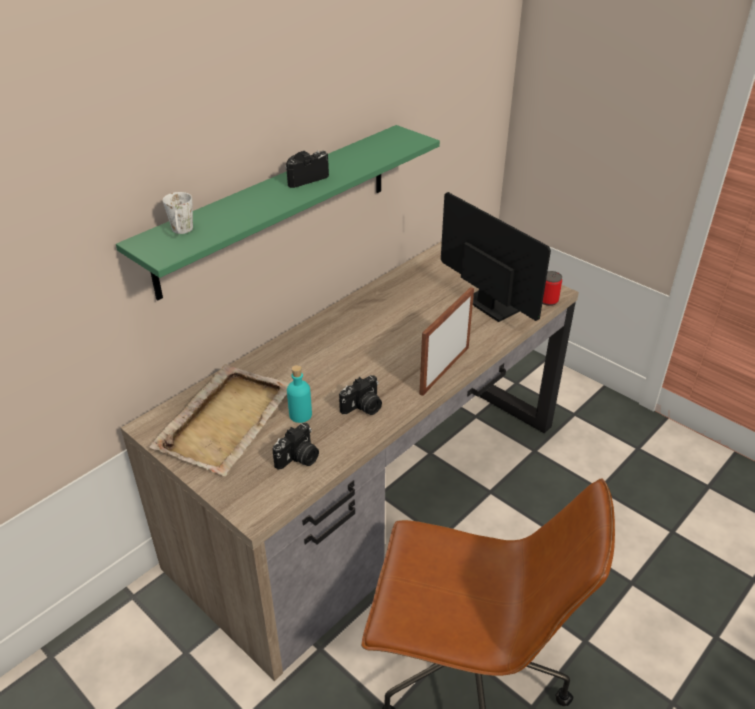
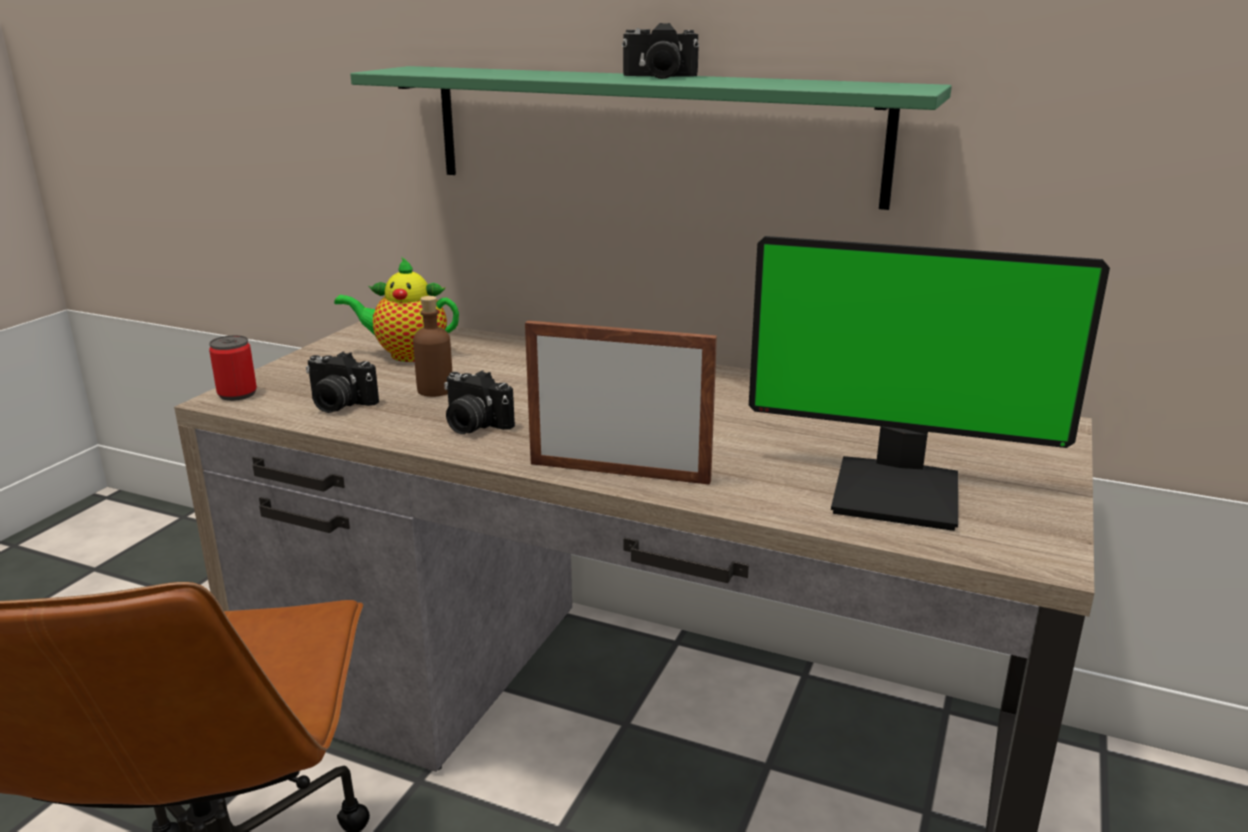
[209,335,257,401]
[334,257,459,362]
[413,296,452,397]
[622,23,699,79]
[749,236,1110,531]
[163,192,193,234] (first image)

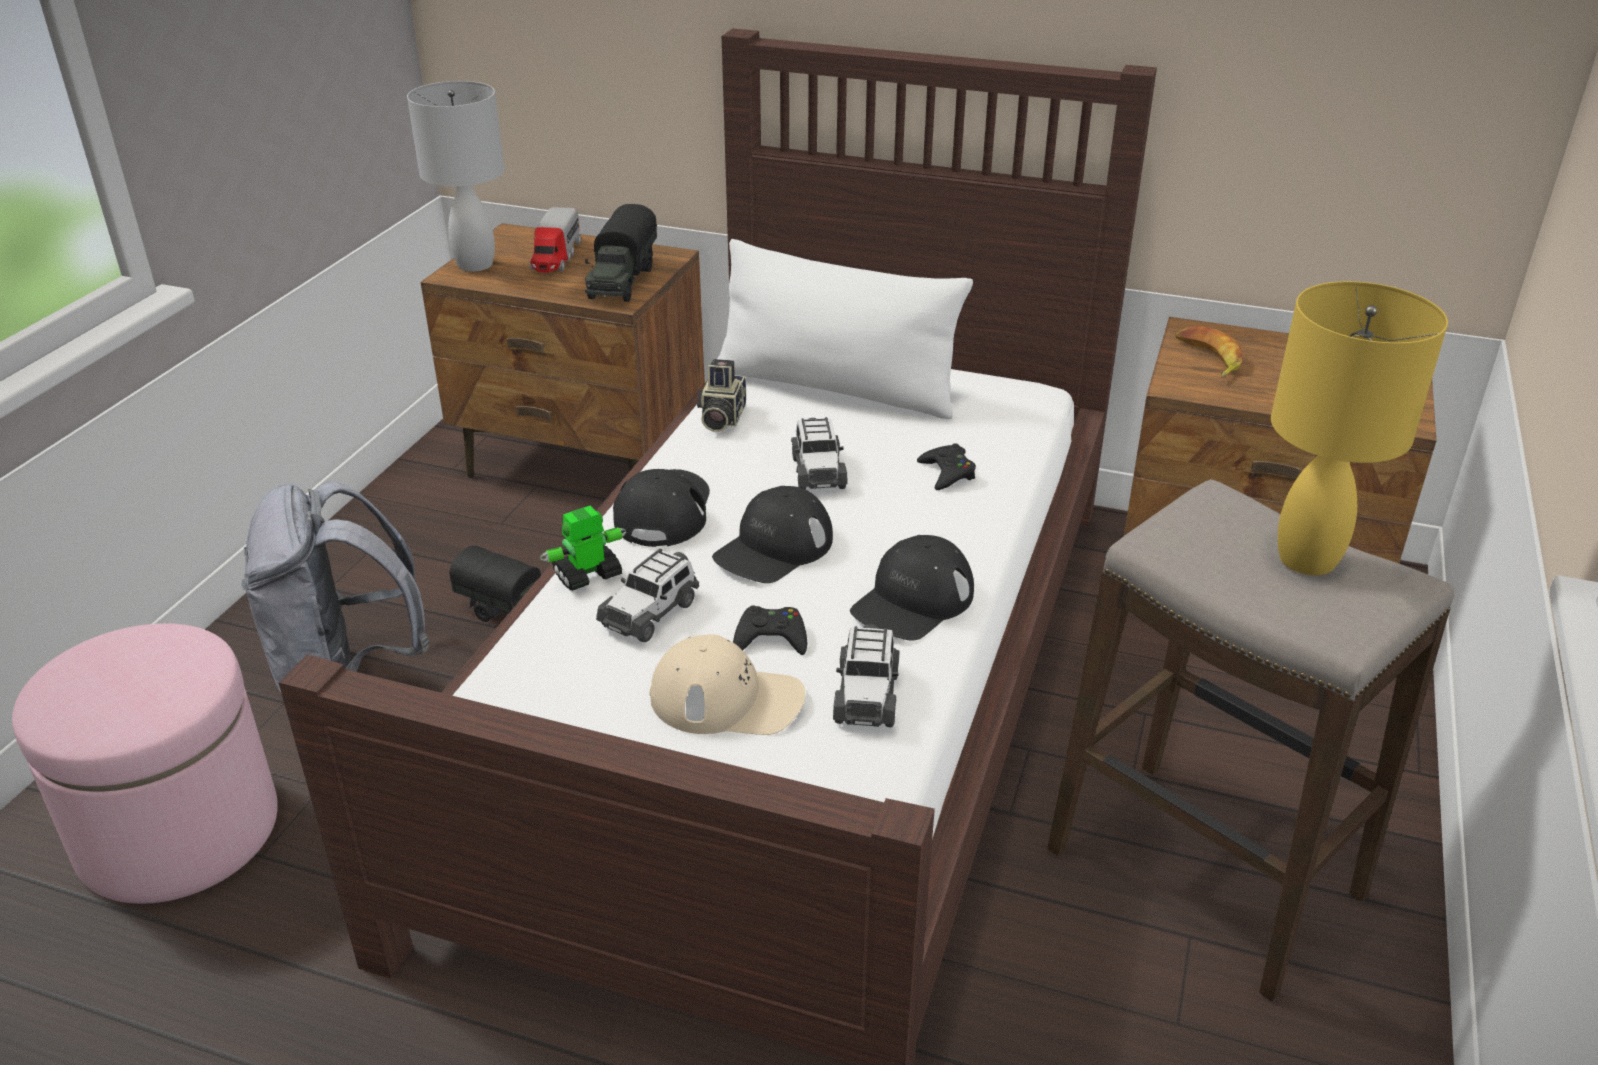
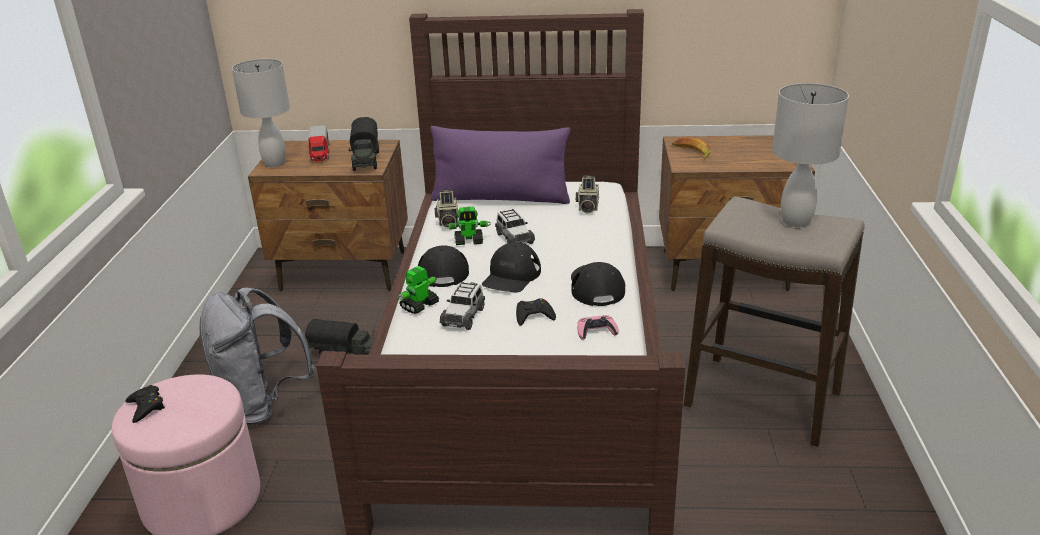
[126,385,165,423]
[430,126,571,204]
[446,207,491,245]
[571,262,625,306]
[576,175,599,214]
[577,315,619,340]
[772,83,849,227]
[650,634,805,735] (first image)

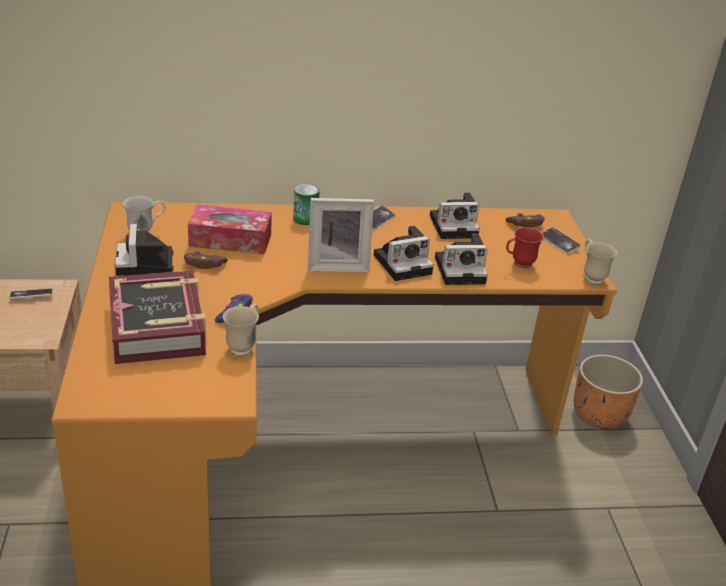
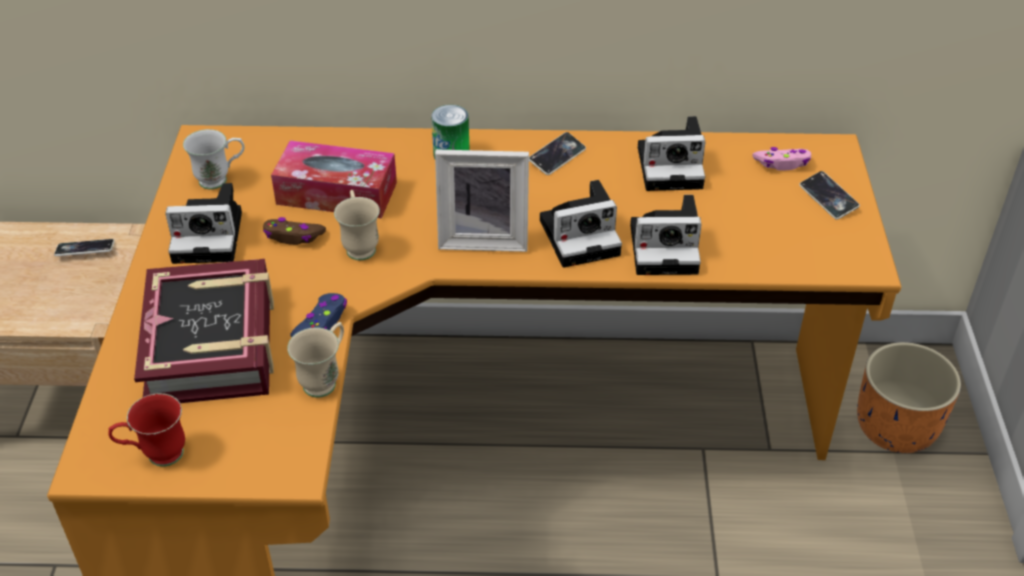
[108,393,185,467]
[165,183,242,264]
[334,190,380,261]
[752,147,811,170]

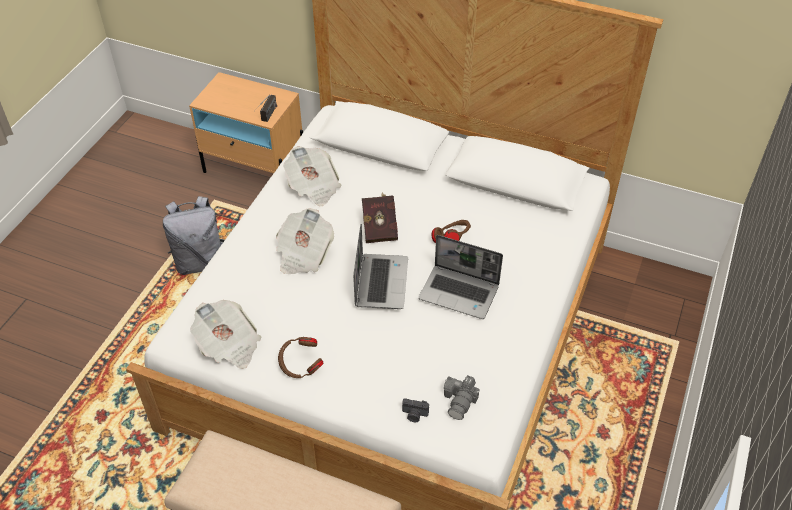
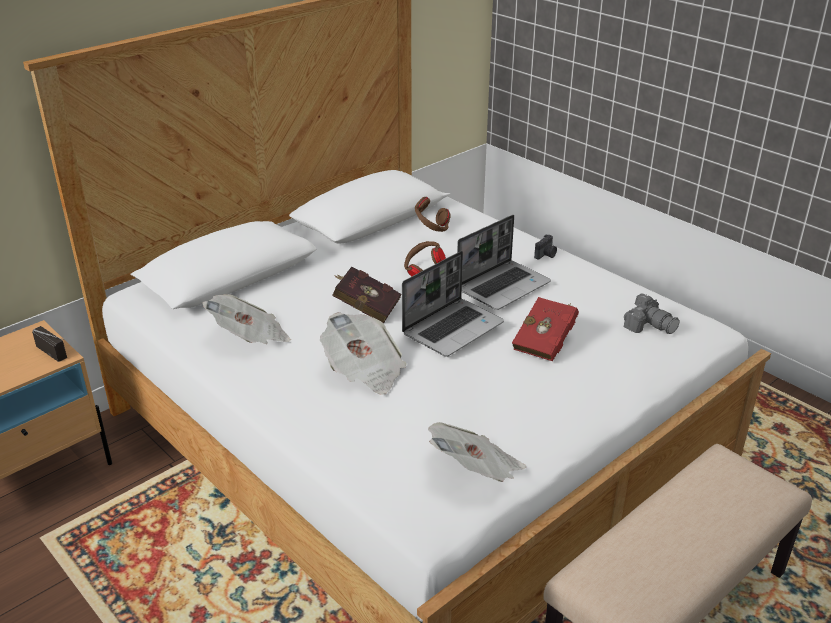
[402,251,504,357]
[415,197,451,232]
[512,297,579,361]
[534,234,557,259]
[163,196,225,275] (first image)

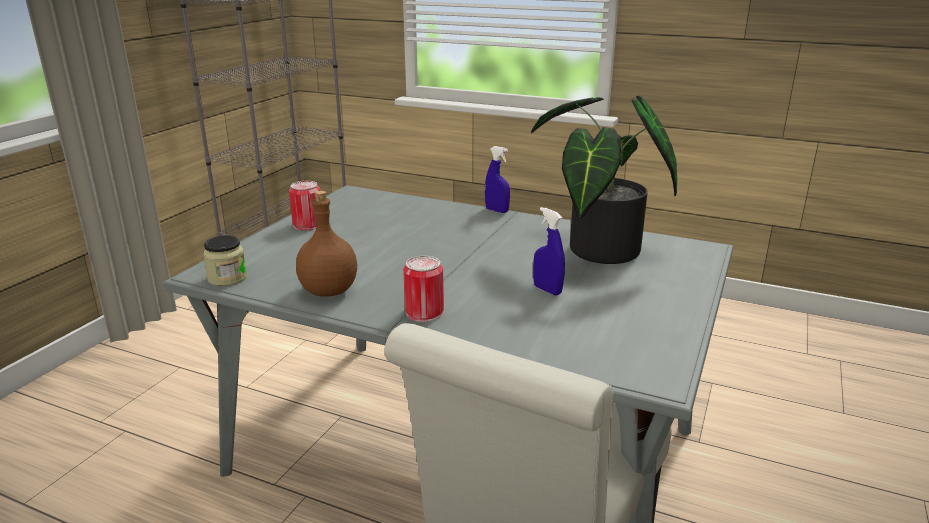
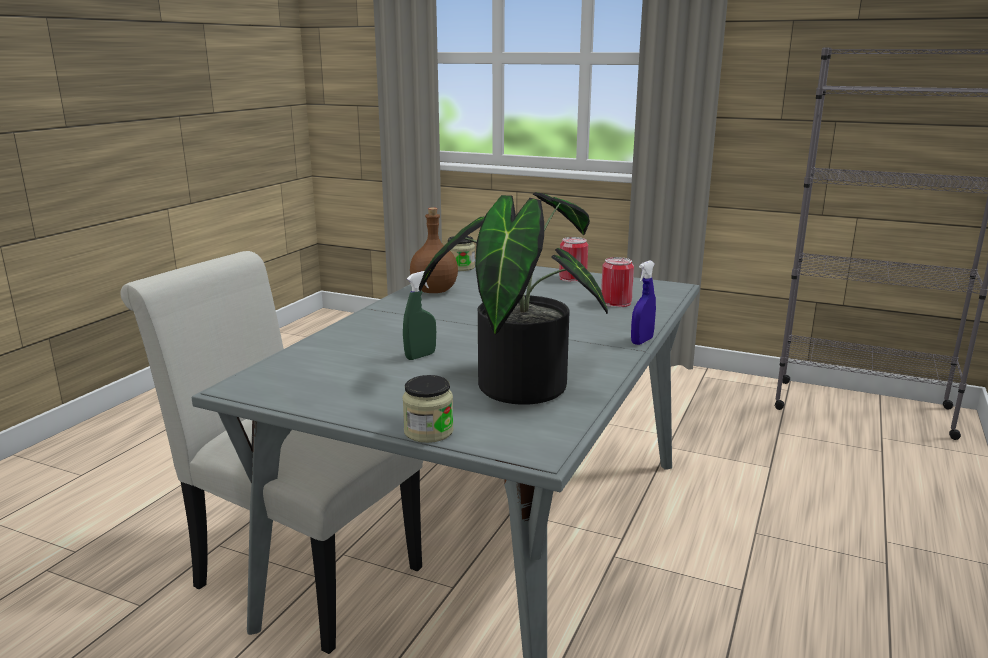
[402,375,454,443]
[403,271,436,360]
[601,257,634,307]

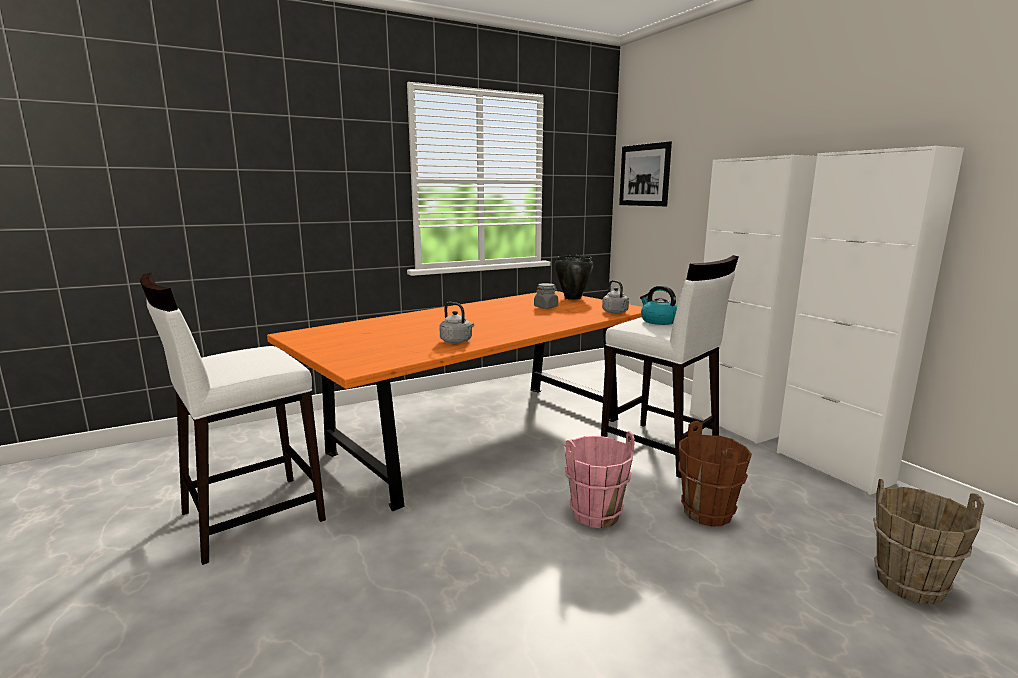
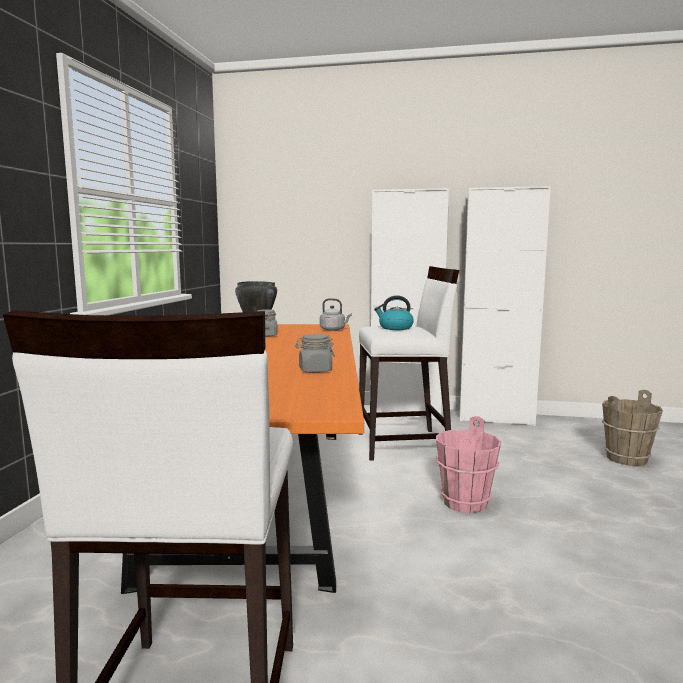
[295,334,335,373]
[619,141,672,206] (first image)
[678,421,752,527] (first image)

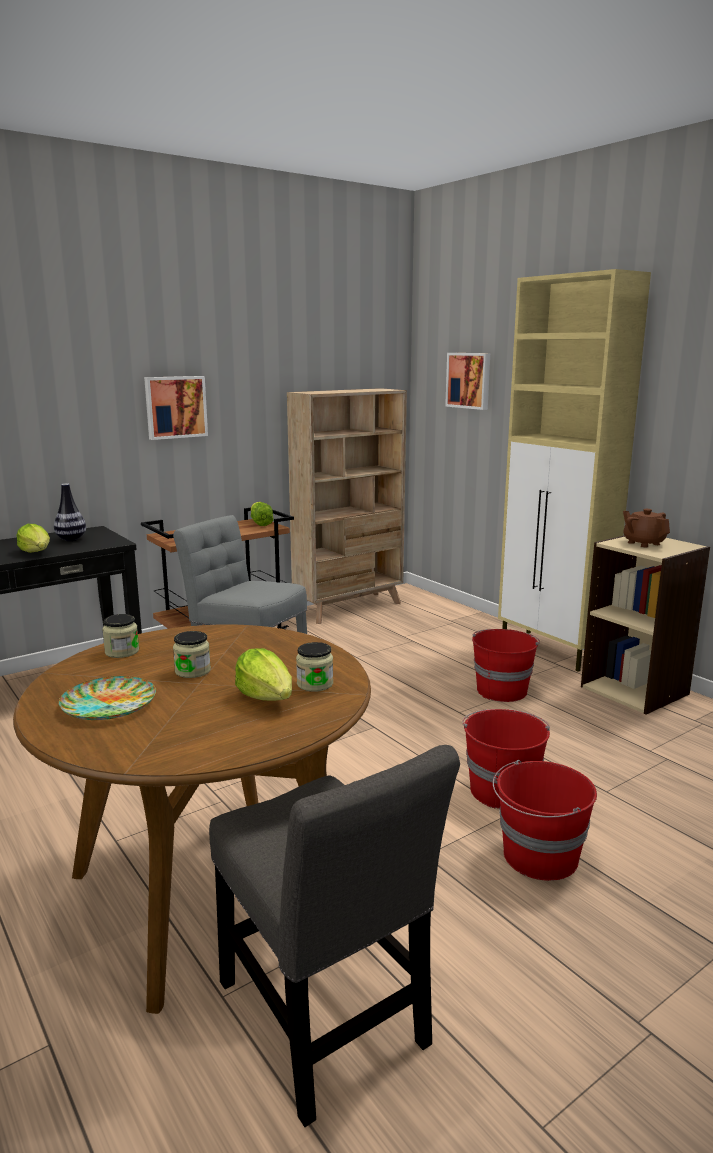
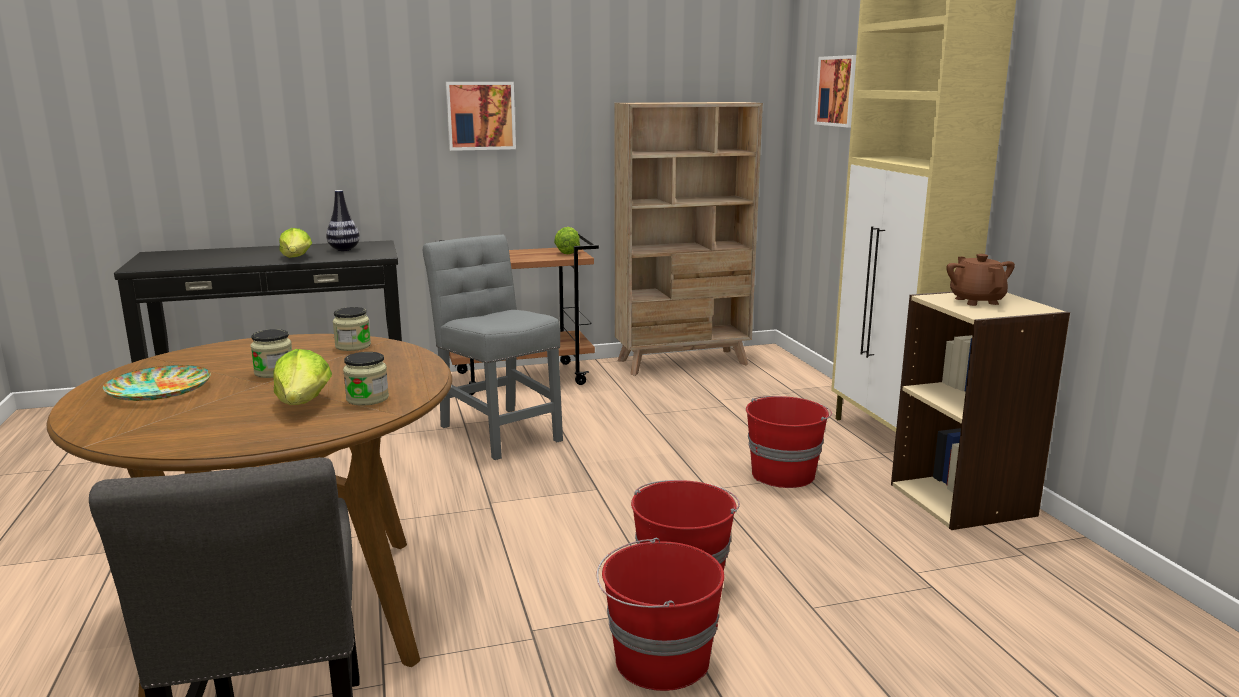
[333,307,371,351]

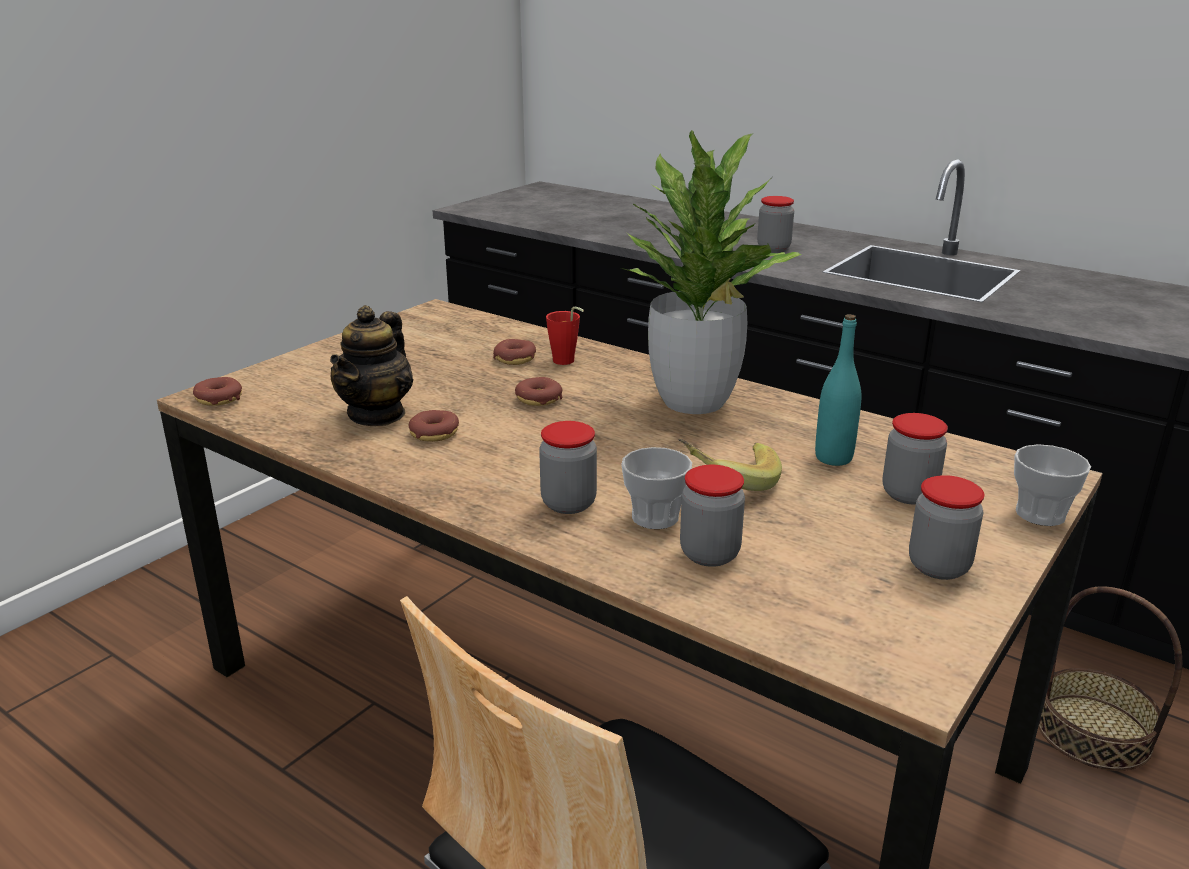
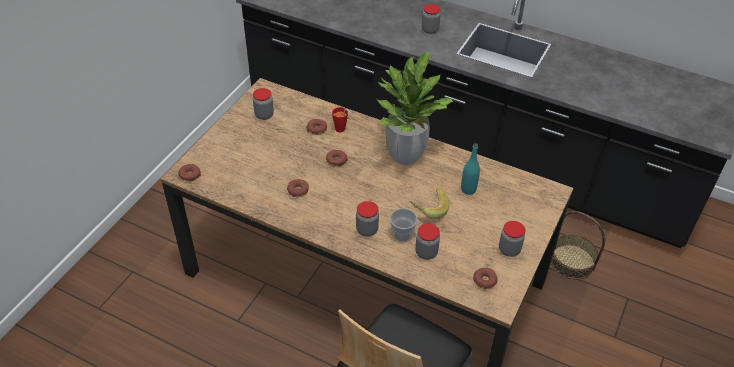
[253,88,274,120]
[473,268,498,289]
[330,305,413,426] (first image)
[1014,444,1091,526] (first image)

